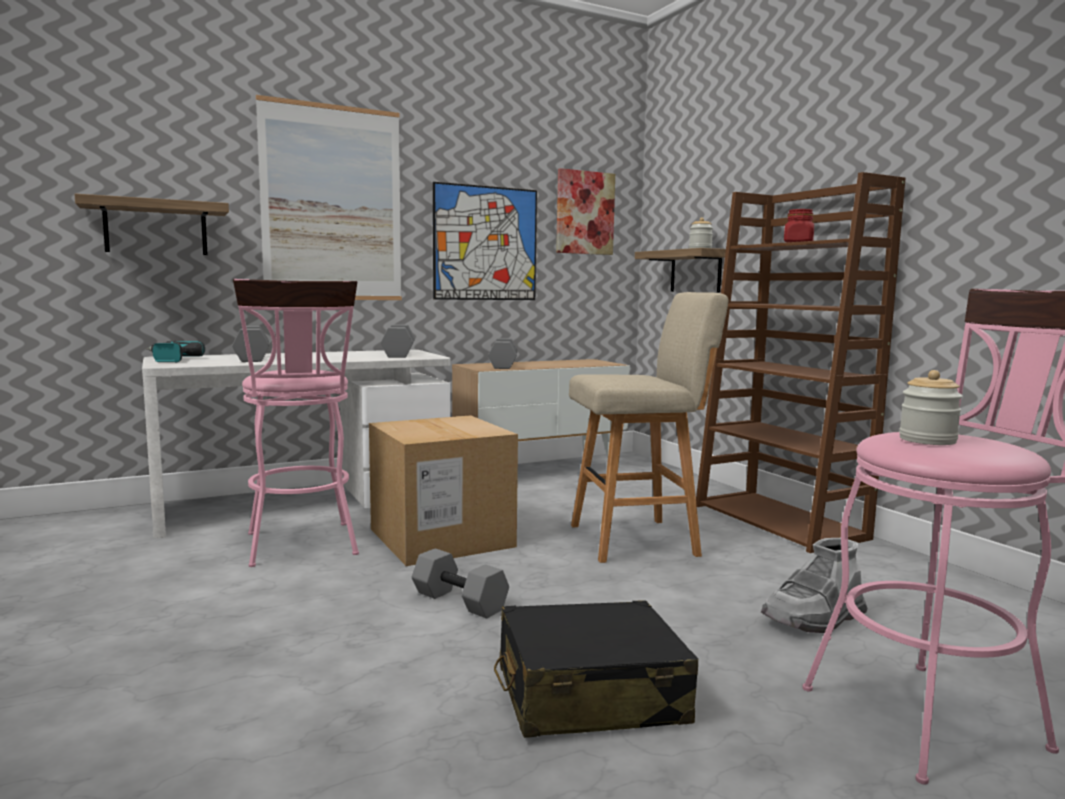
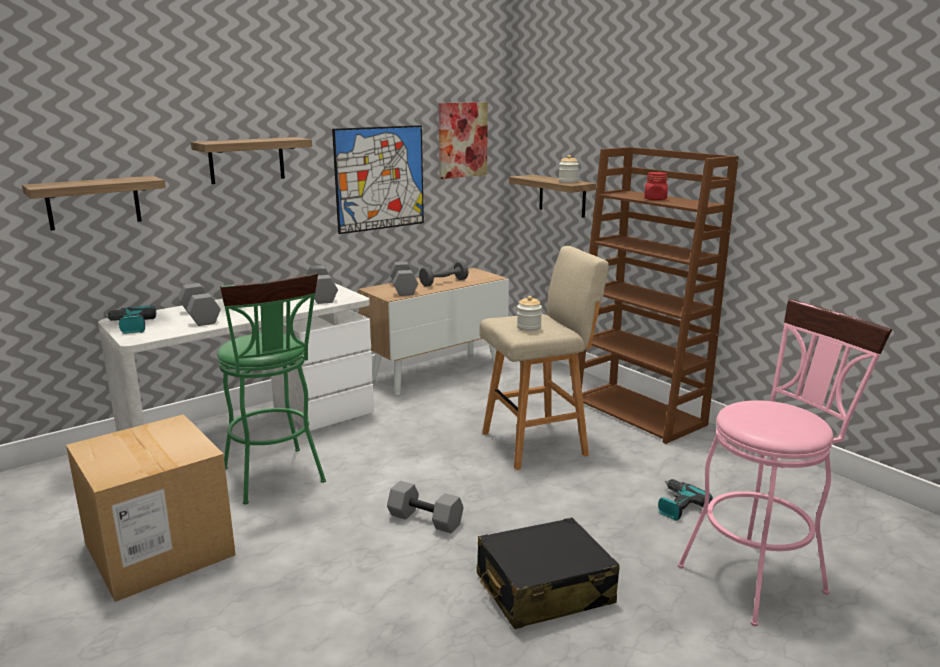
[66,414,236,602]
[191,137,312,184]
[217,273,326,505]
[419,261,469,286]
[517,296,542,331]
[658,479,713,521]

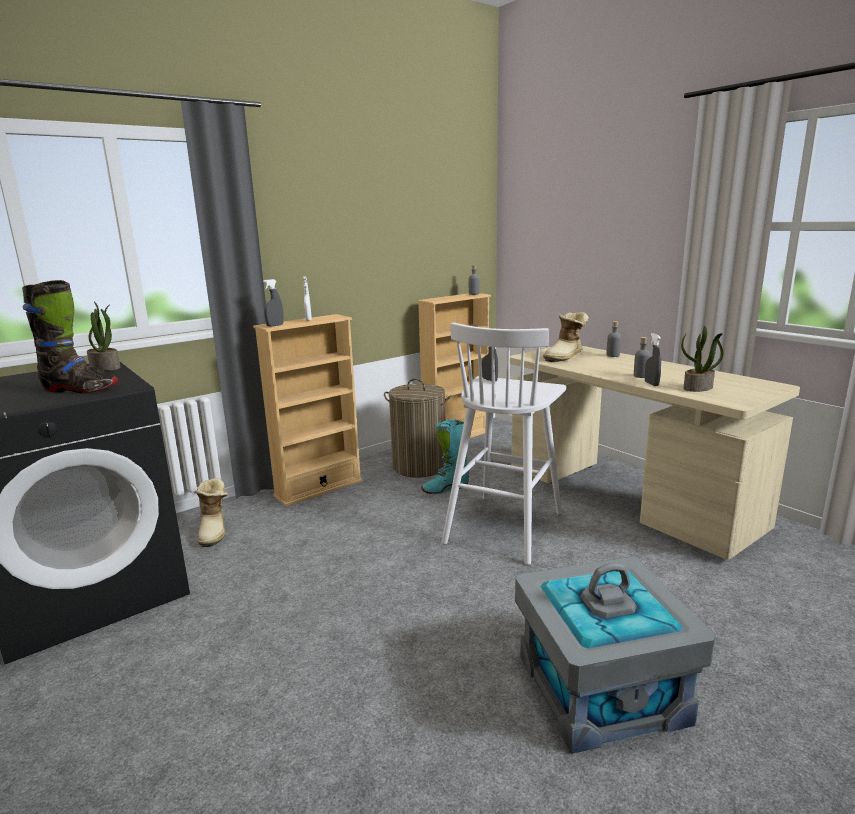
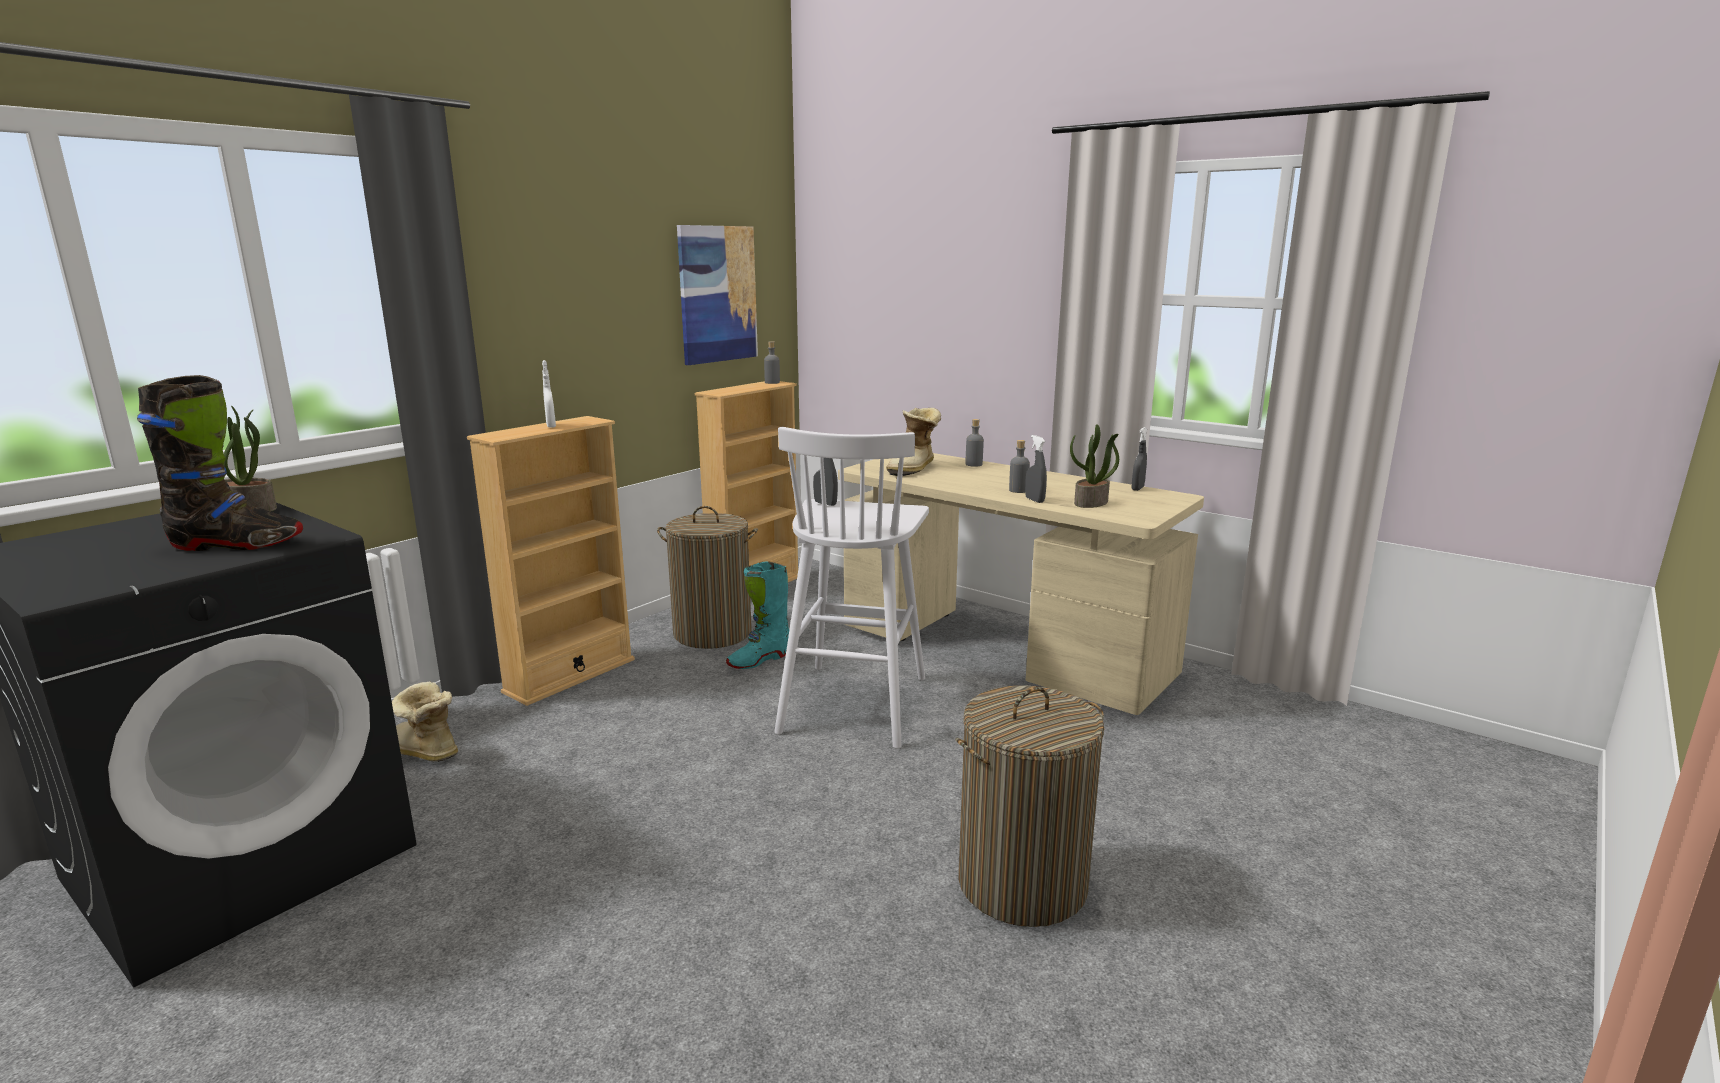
[392,682,458,762]
[677,225,758,365]
[956,685,1104,927]
[1132,427,1147,491]

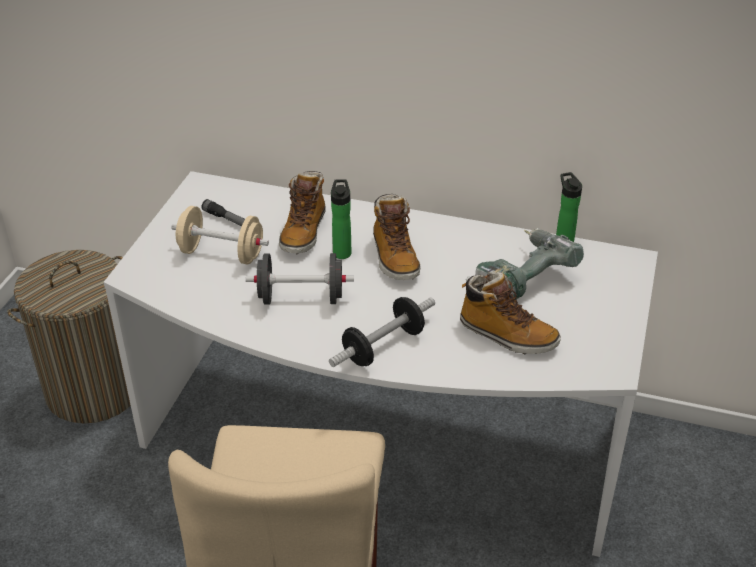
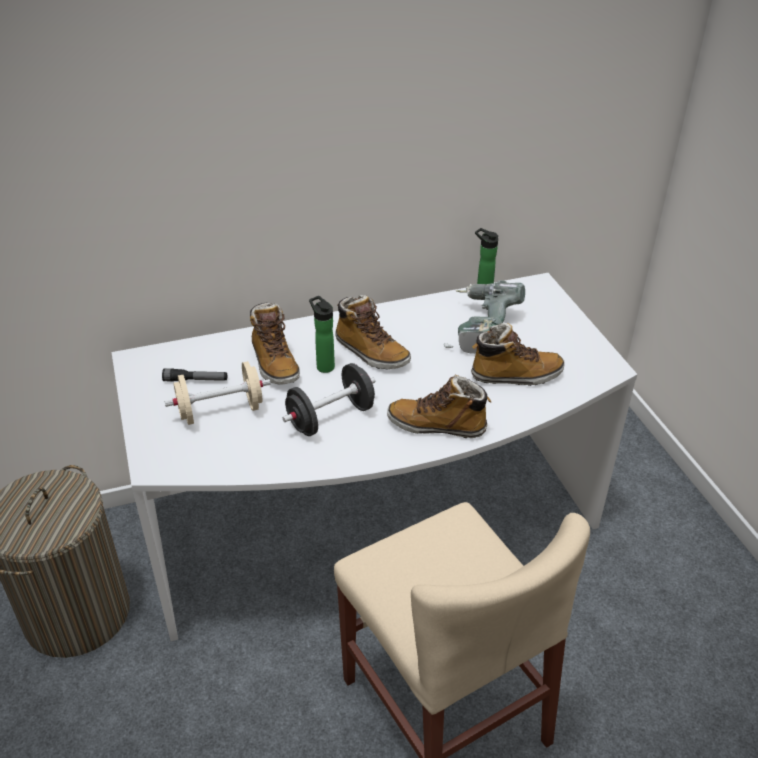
[387,375,492,438]

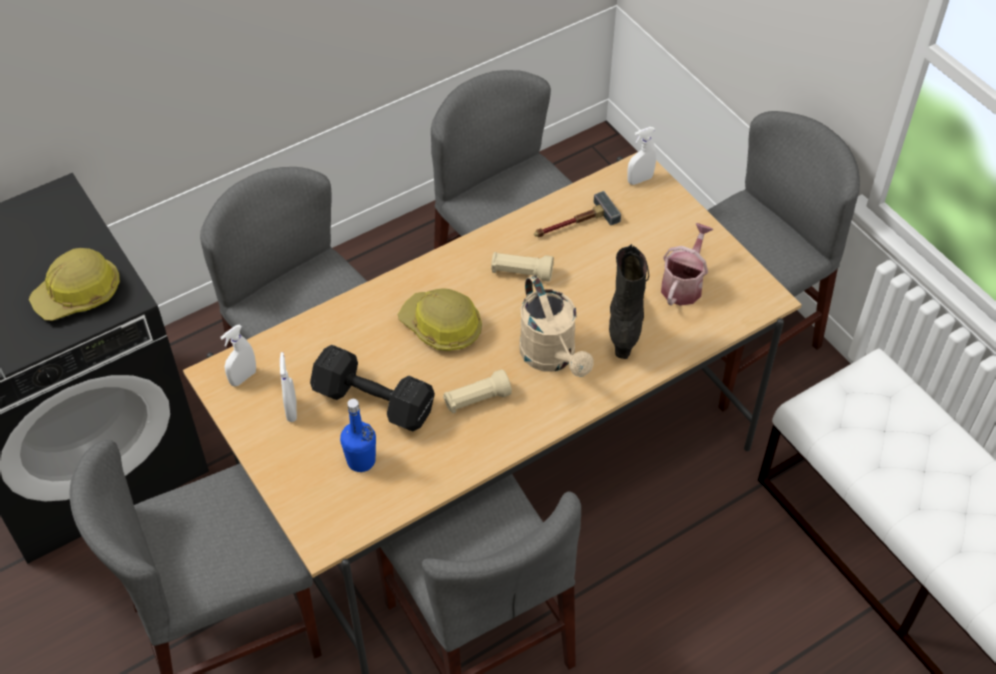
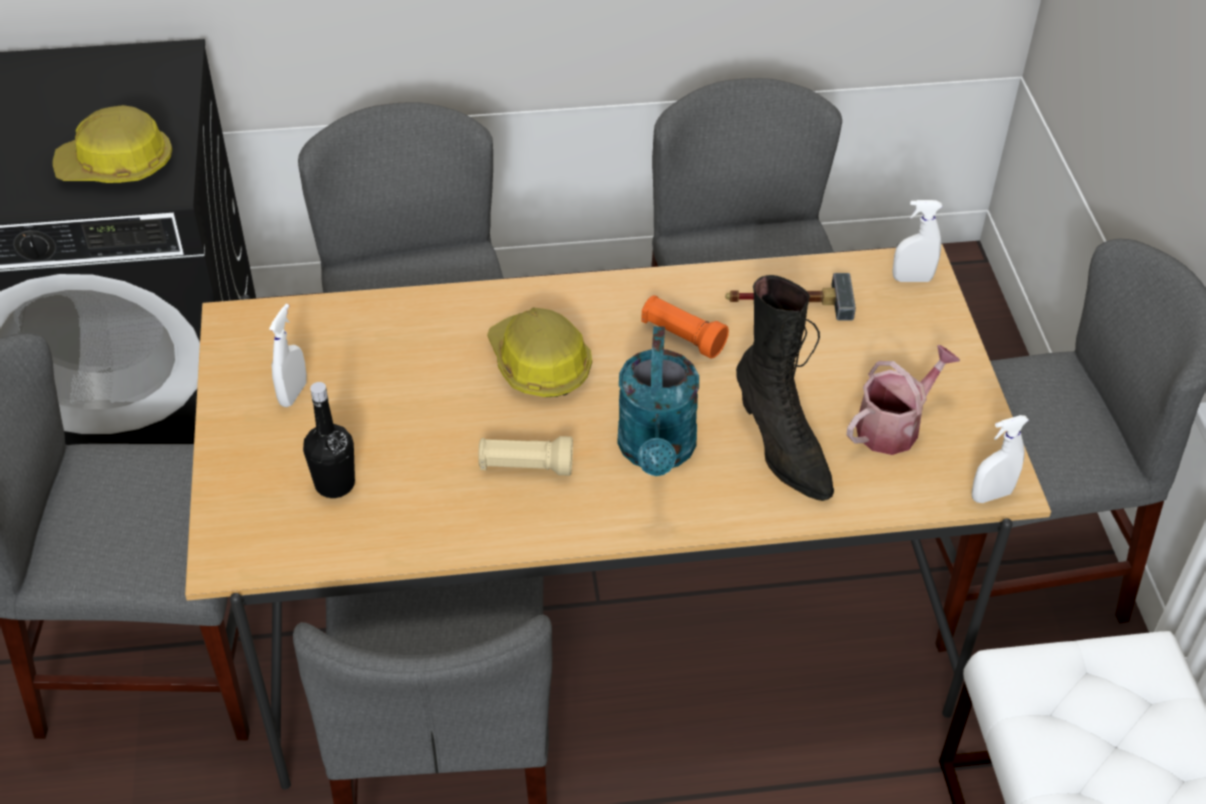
[303,382,355,498]
[617,326,699,476]
[641,295,729,358]
[736,275,834,501]
[972,415,1029,503]
[310,345,435,431] (first image)

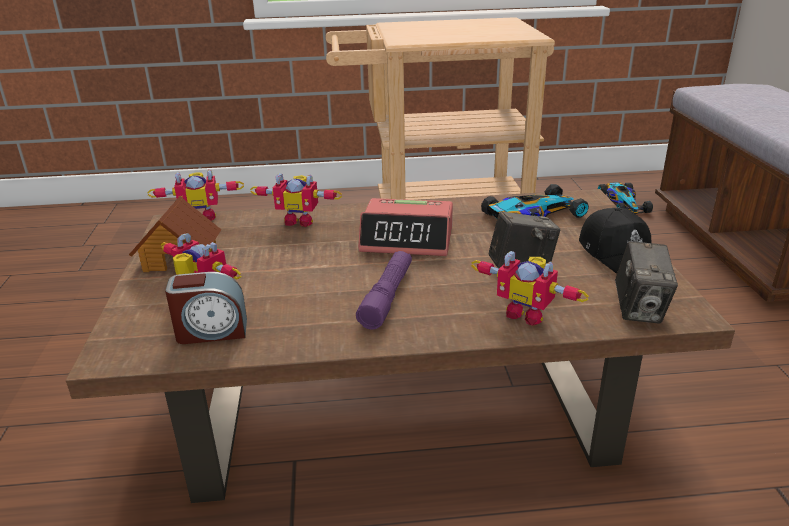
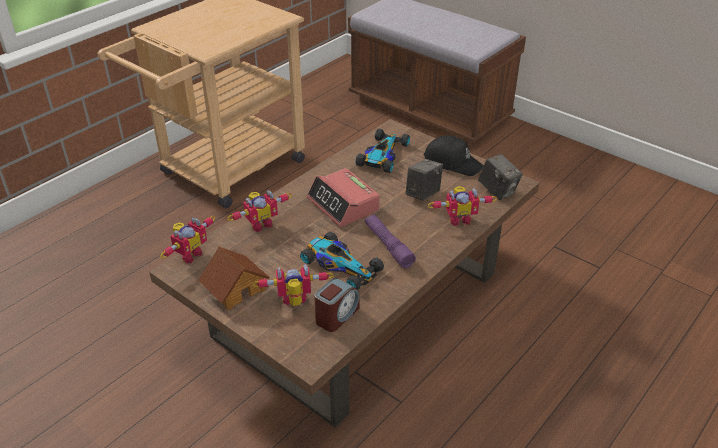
[300,232,384,290]
[307,168,380,227]

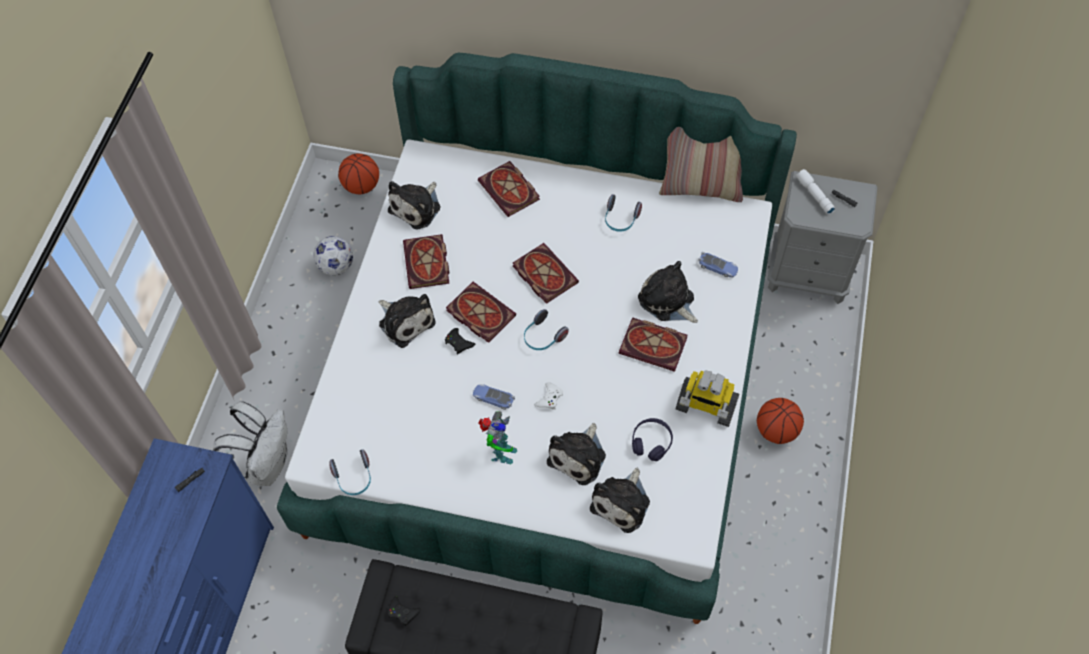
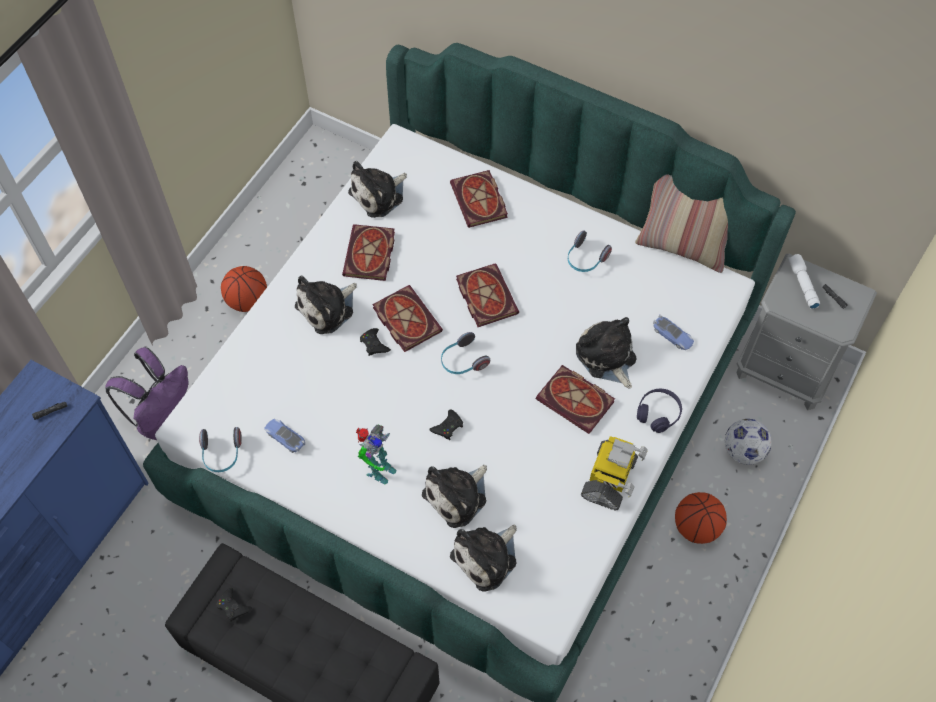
[105,347,188,440]
[221,266,267,312]
[264,419,305,453]
[295,276,357,334]
[429,410,463,440]
[581,436,648,510]
[637,389,682,433]
[725,419,772,465]

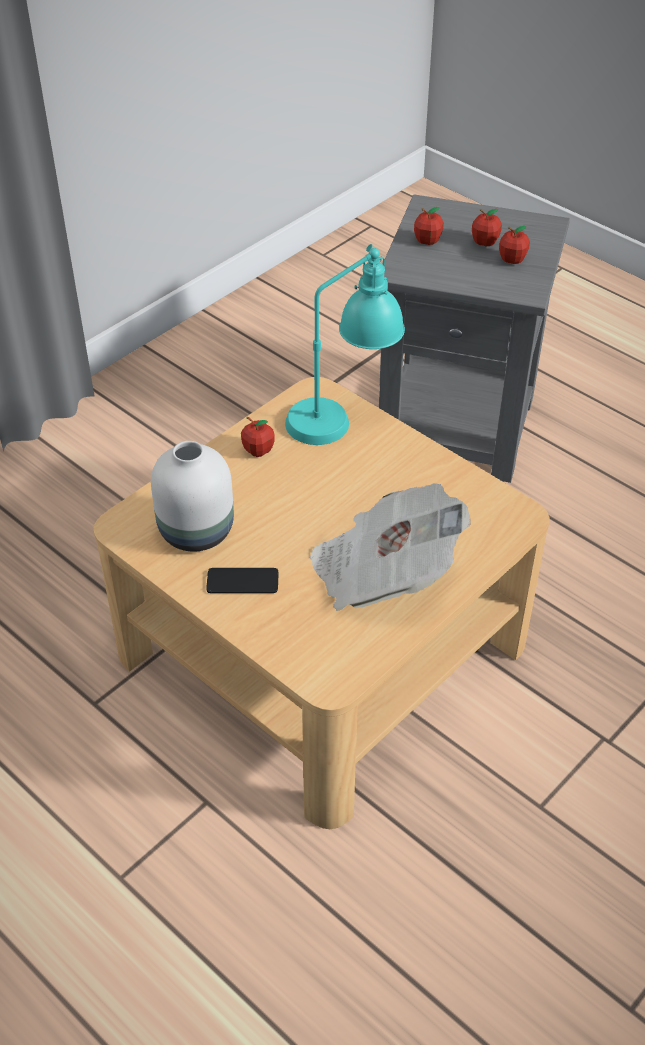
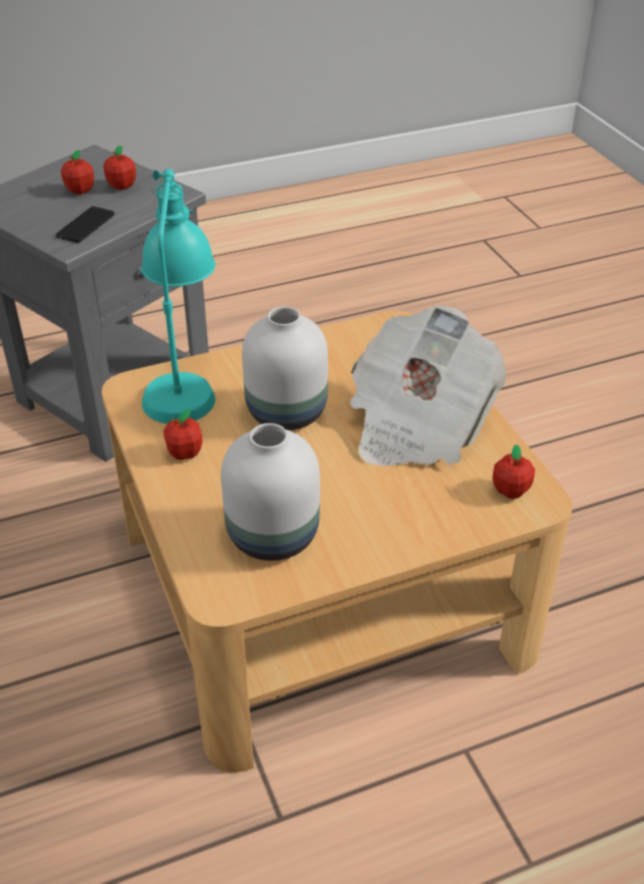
[56,206,115,243]
[242,306,328,430]
[492,445,535,499]

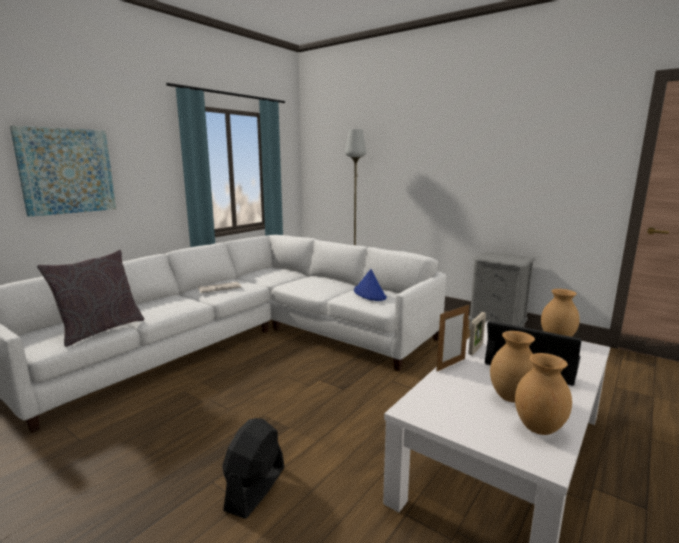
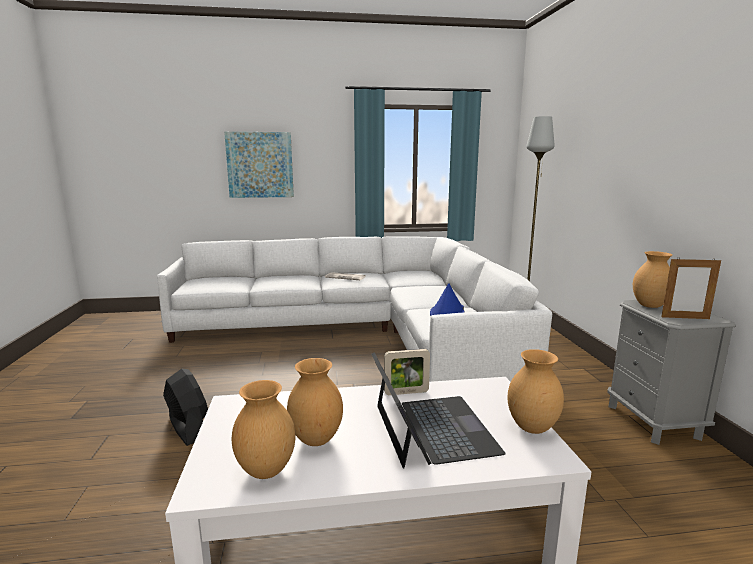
[163,369,208,446]
[633,251,672,308]
[661,257,721,319]
[37,250,144,347] (first image)

